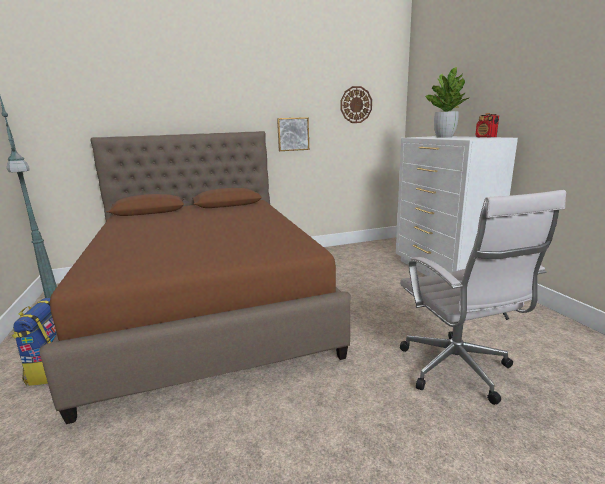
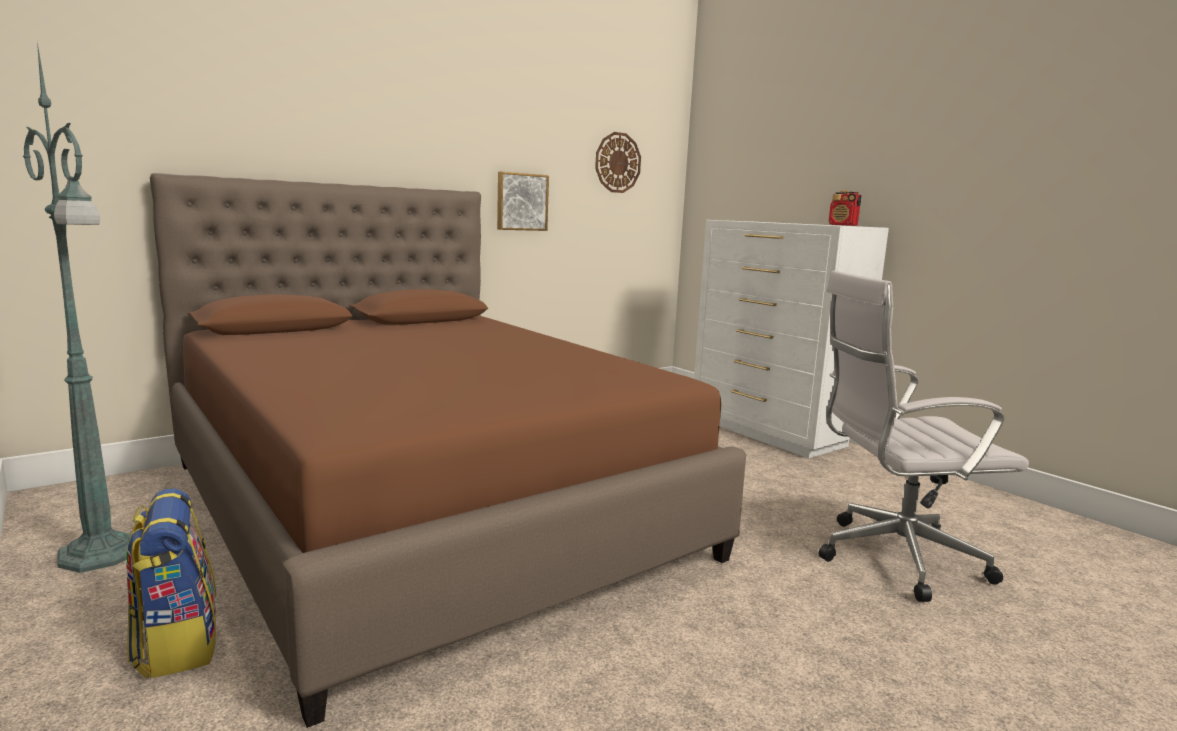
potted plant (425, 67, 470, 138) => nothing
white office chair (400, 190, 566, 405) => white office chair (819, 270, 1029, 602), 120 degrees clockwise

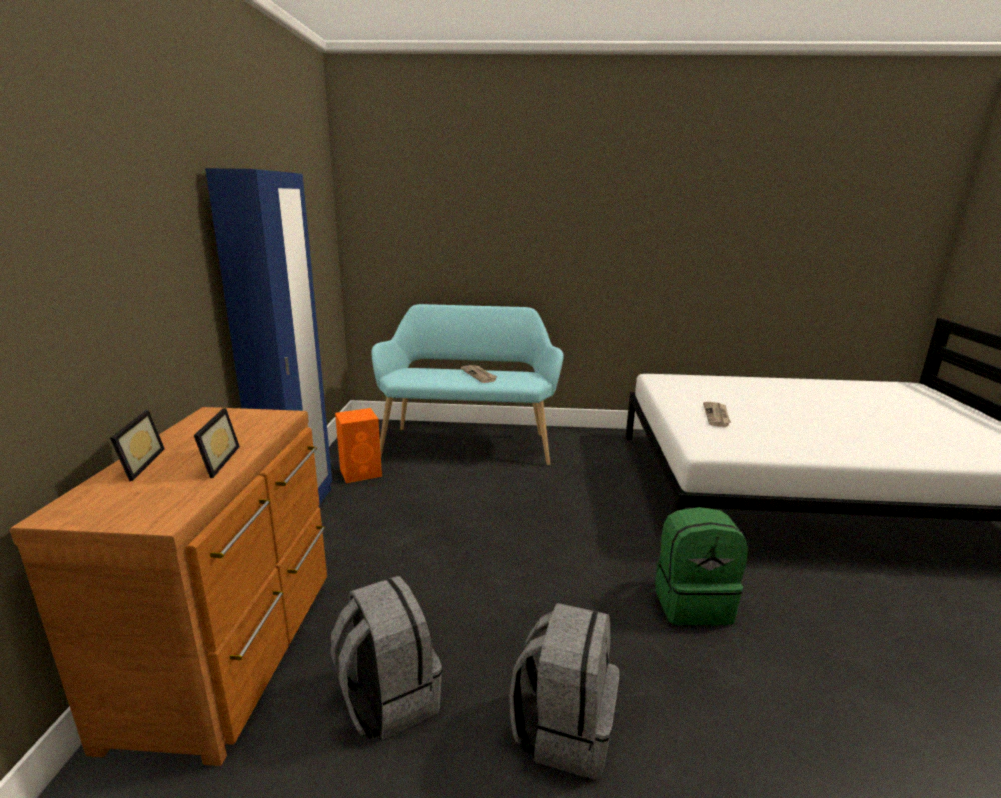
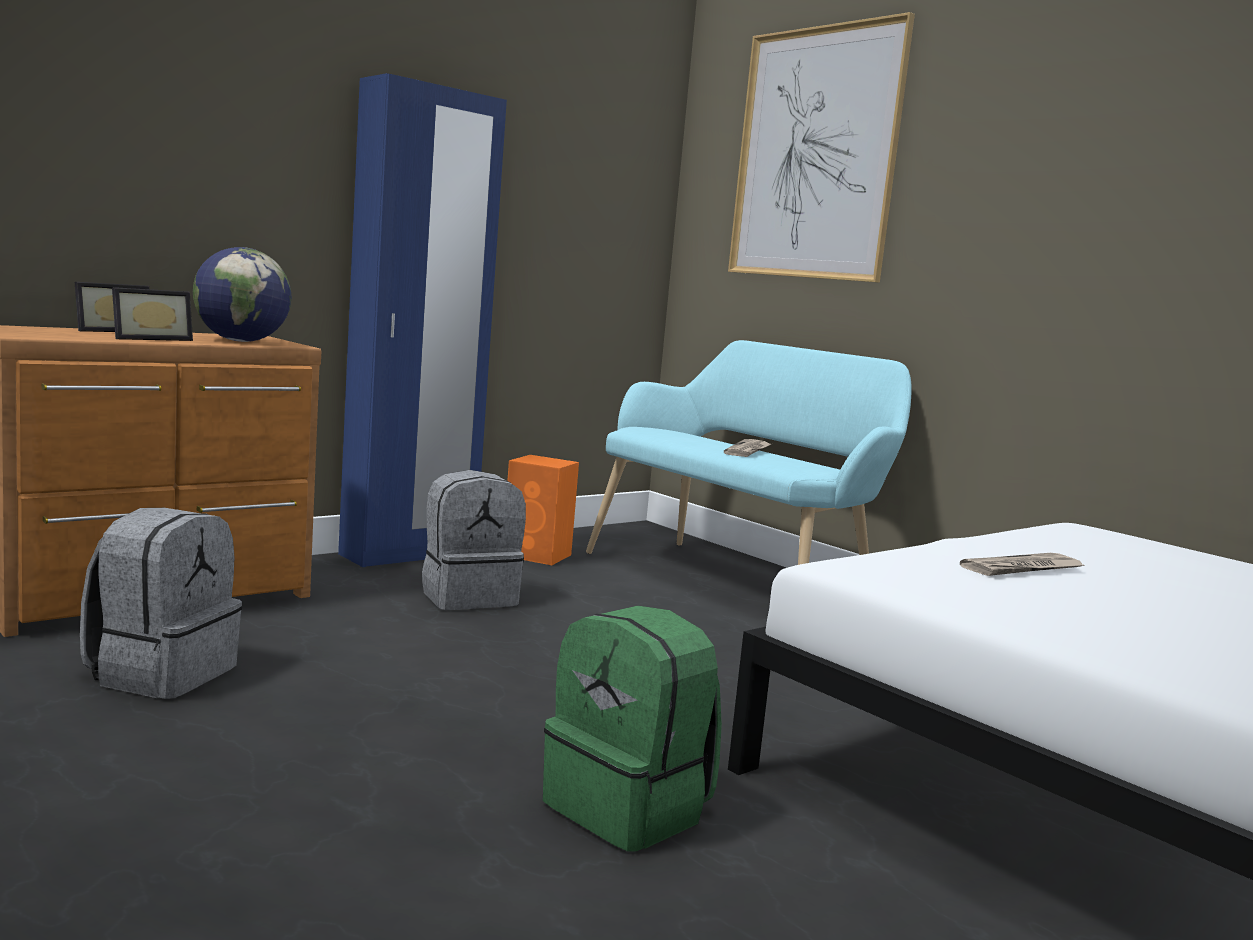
grey backpack (509, 603, 619, 779) => grey backpack (422, 470, 526, 610), relocated
nothing => picture (728, 12, 915, 283)
nothing => globe (193, 247, 291, 342)

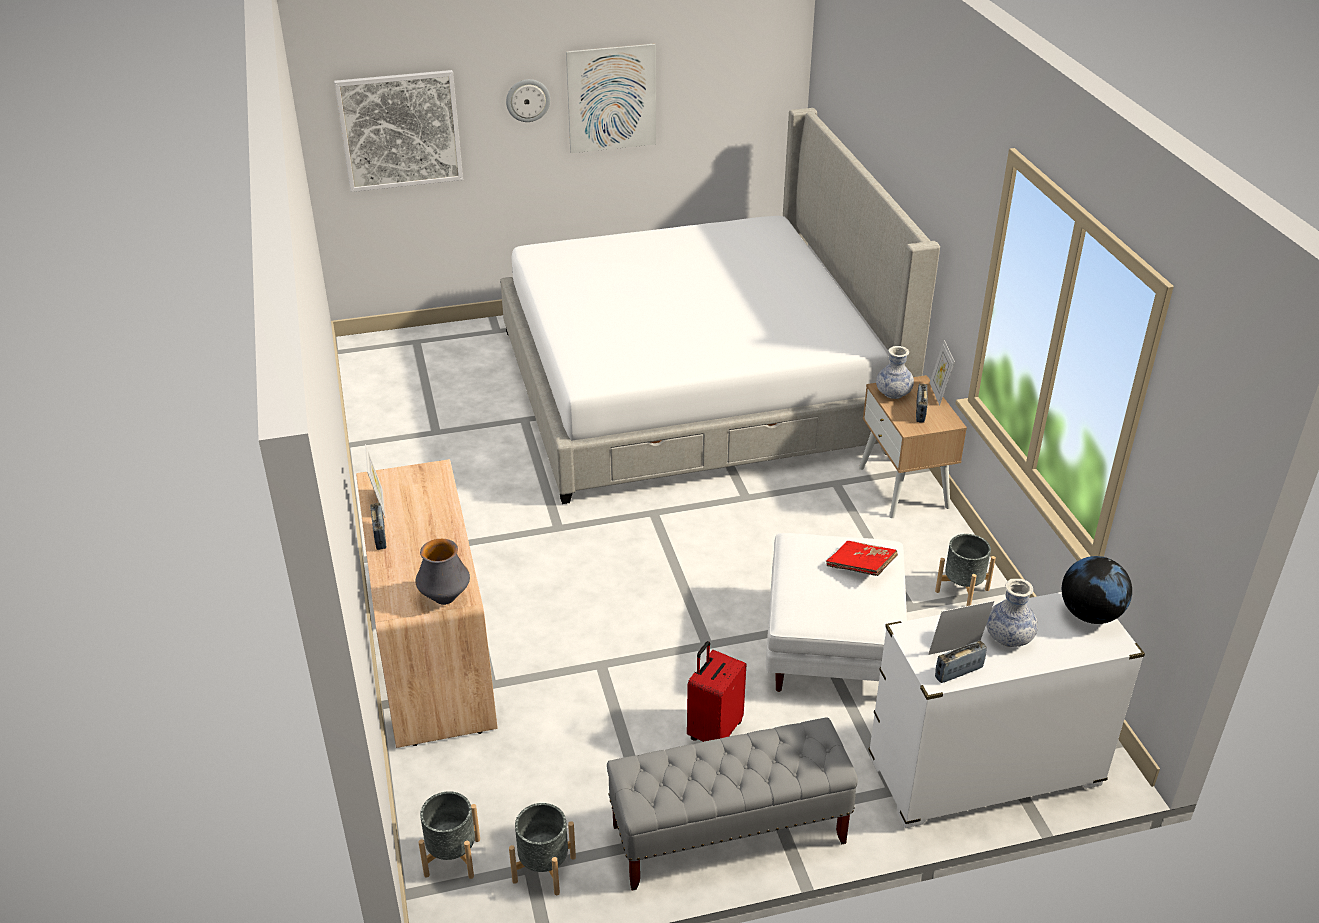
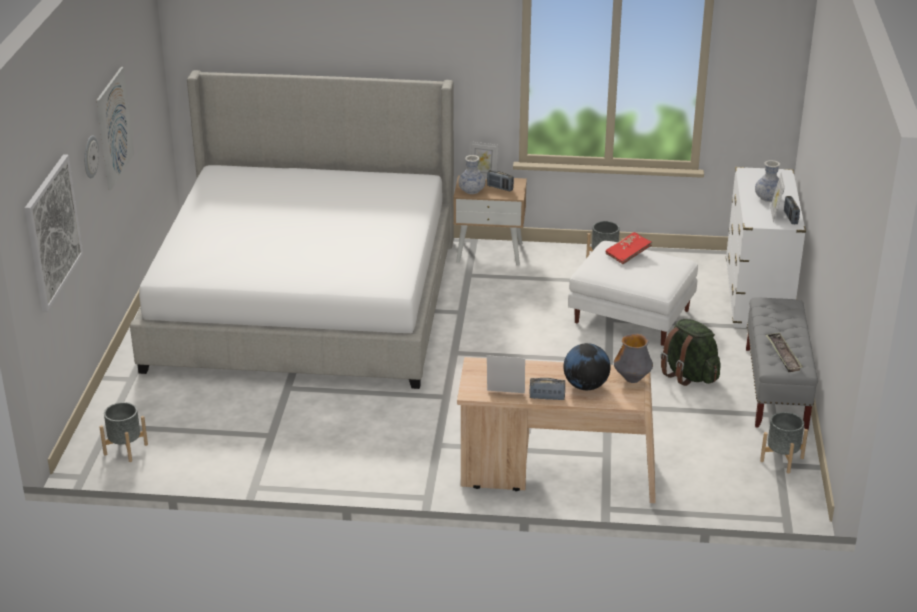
globe (1062, 556, 1132, 624) => globe (563, 343, 611, 390), relocated
red suitcase (687, 641, 746, 742) => green backpack (660, 319, 721, 386)
grey planter (418, 791, 480, 879) => grey planter (99, 402, 148, 462), relocated
nothing => tray (766, 332, 803, 372)

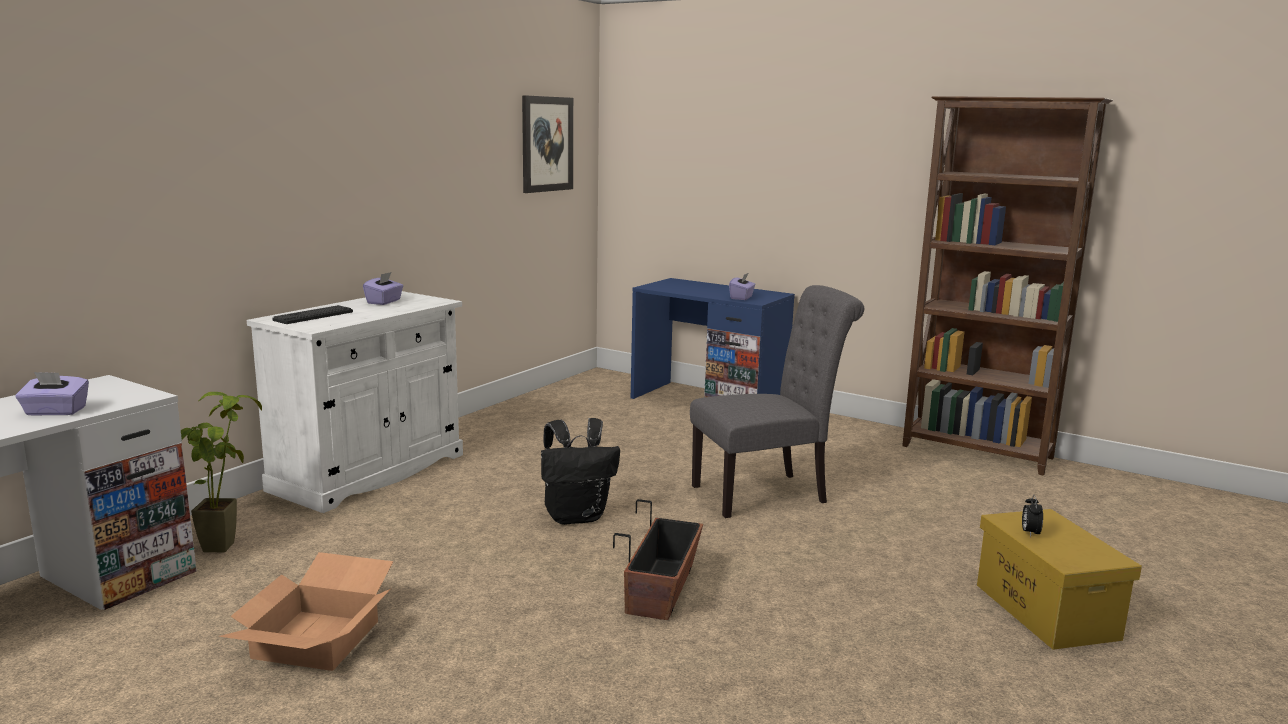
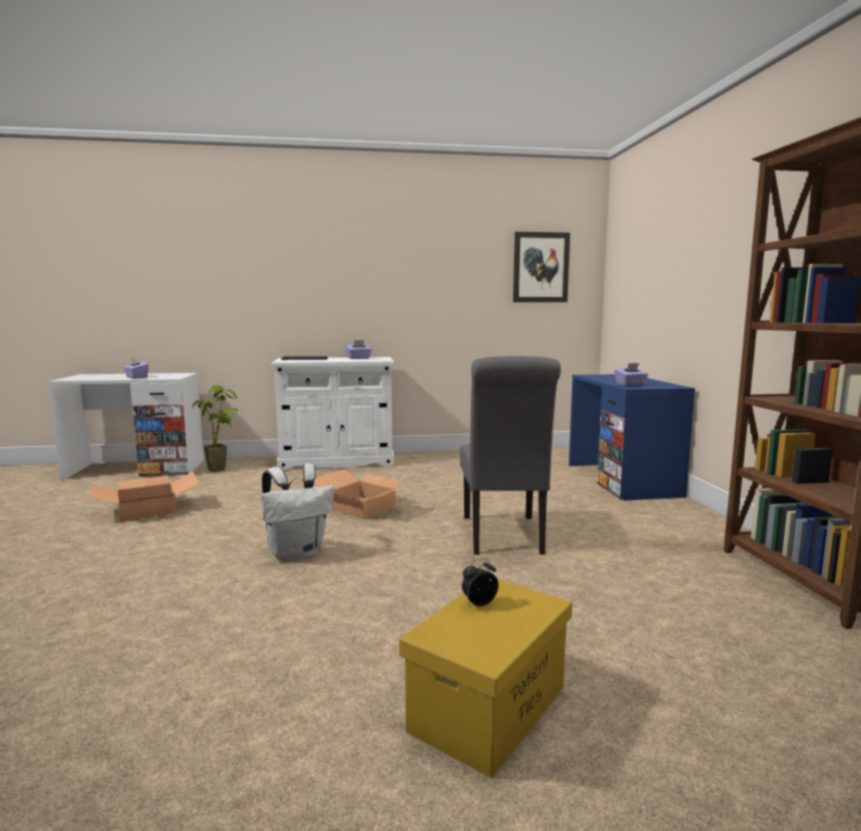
grey chair (690, 285, 864, 518) => grey chair (460, 356, 561, 554), 60 degrees clockwise
black backpack (541, 418, 620, 525) => cardboard box (314, 469, 411, 519)
planter (613, 499, 703, 620) => white backpack (262, 463, 334, 561)

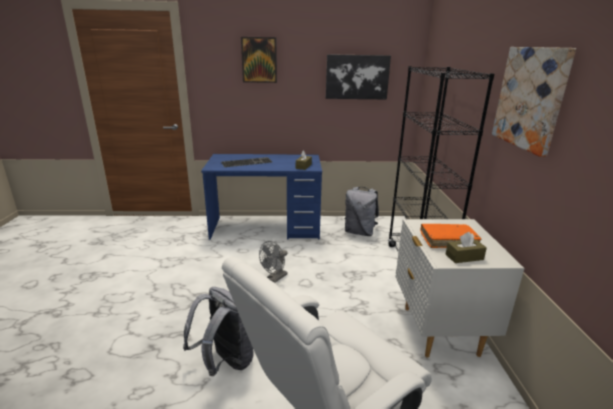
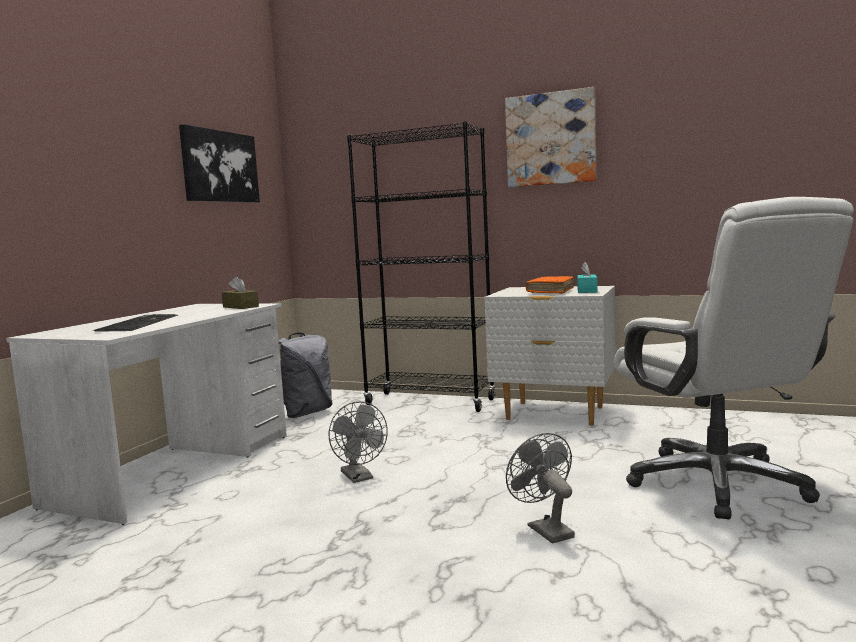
picture (241, 37, 277, 83) => nothing
blue desk (201, 154, 322, 240) => white desk (6, 303, 287, 525)
brown tissue box (445, 232, 487, 263) => turquoise tissue box (577, 262, 598, 293)
grey backpack (183, 287, 254, 376) => grey fan (506, 433, 575, 544)

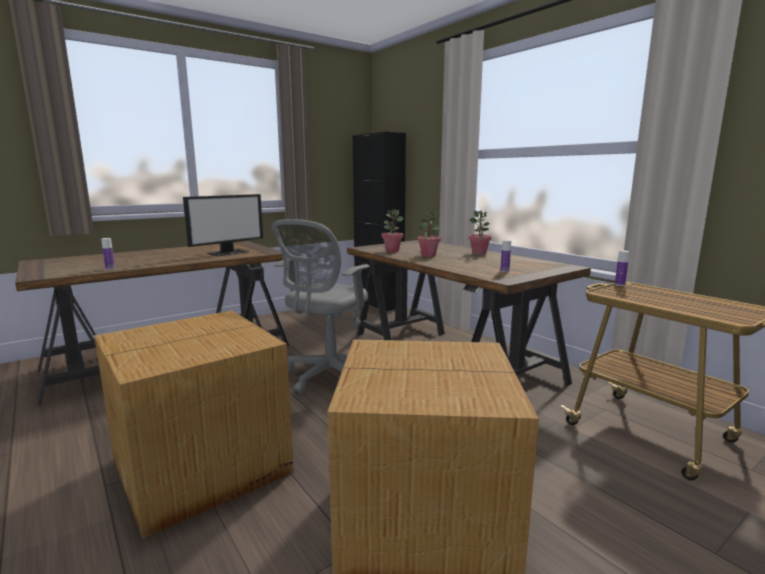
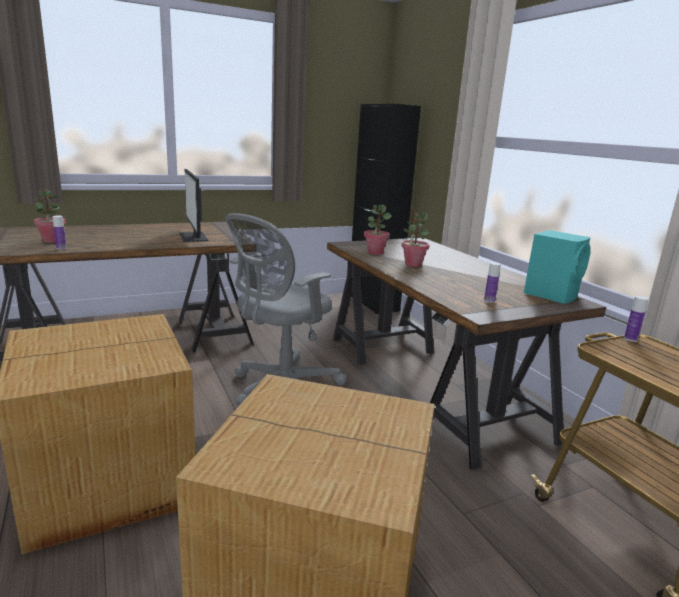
monitor (183, 194, 263, 256) => monitor (179, 169, 208, 242), 105 degrees clockwise
potted plant (468, 210, 492, 255) => potted plant (34, 189, 66, 243), relocated
nothing => turquoise speaker (524, 230, 591, 304)

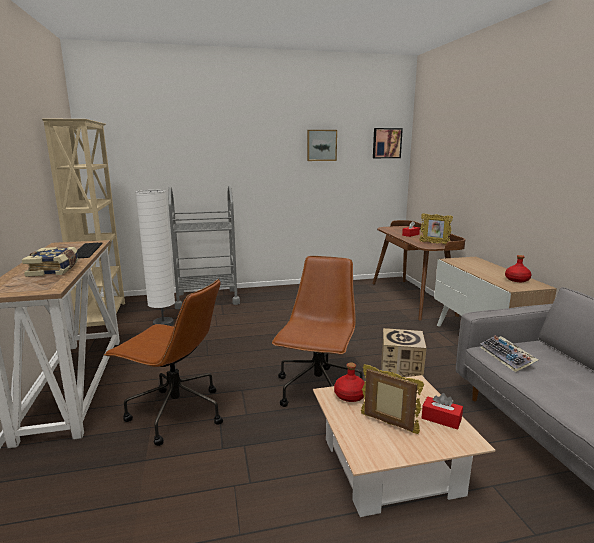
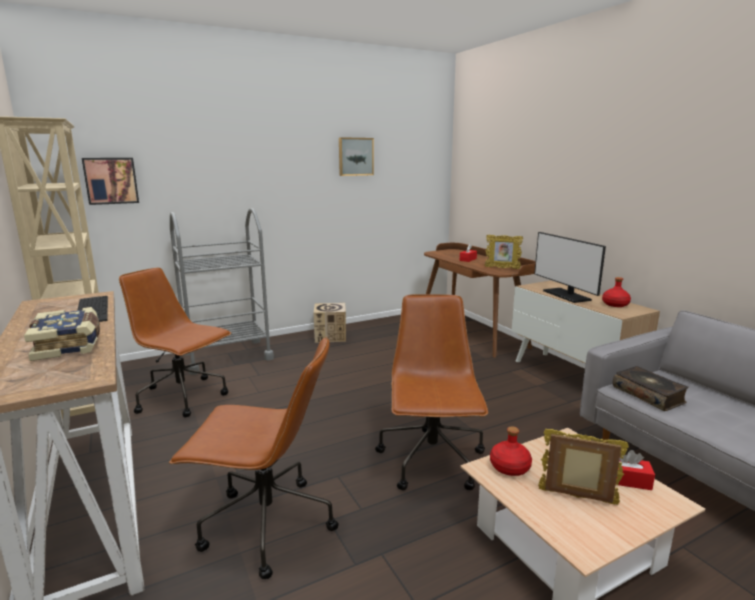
picture (373, 128, 403, 158) => picture (82, 158, 139, 205), relocated
white floor lamp (136, 190, 175, 326) => brown office chair (119, 268, 231, 417)
cardboard box (381, 328, 427, 378) => cardboard box (314, 303, 346, 343), relocated
keyboard (480, 335, 539, 372) => book (613, 366, 688, 411)
nothing => monitor (534, 232, 606, 303)

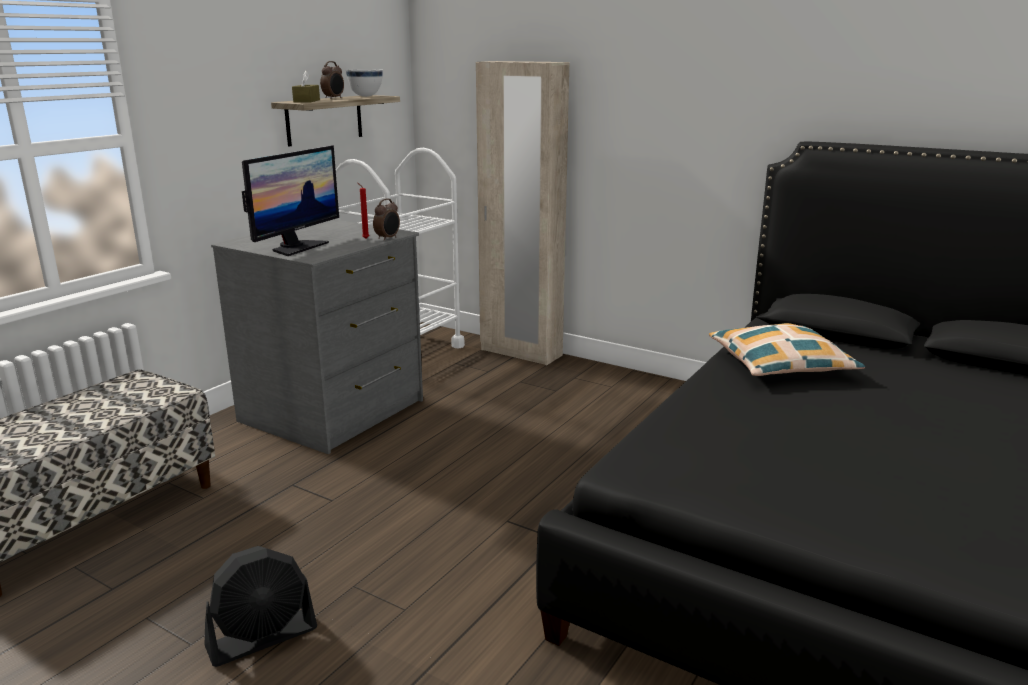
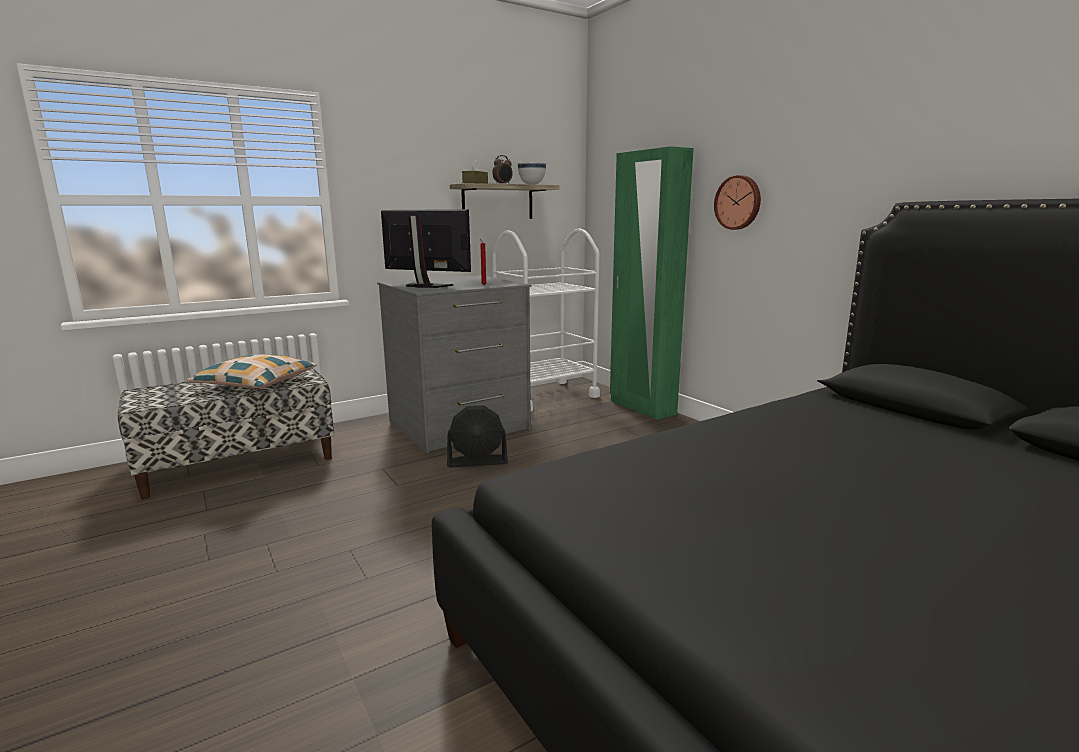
beige wardrobe (476, 61, 569, 365) => green wardrobe (610, 146, 694, 420)
monitor (242, 146, 339, 256) => monitor (381, 209, 471, 288), 120 degrees counterclockwise
alarm clock (373, 199, 400, 241) => nothing
pillow (709, 323, 865, 376) => pillow (187, 354, 317, 388), relocated
black fan (205, 546, 317, 667) => black fan (447, 405, 508, 468), relocated
nothing => wall clock (714, 175, 761, 230)

